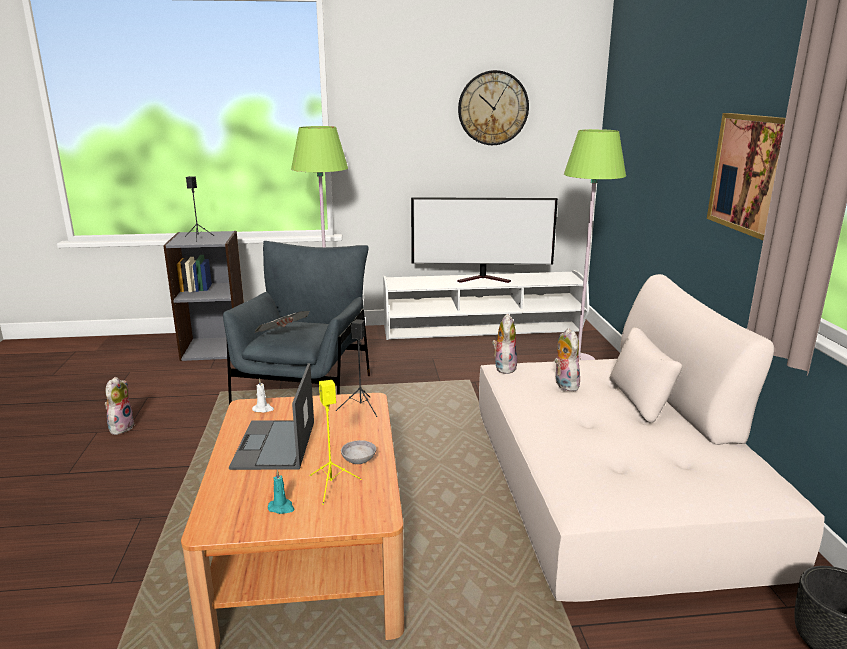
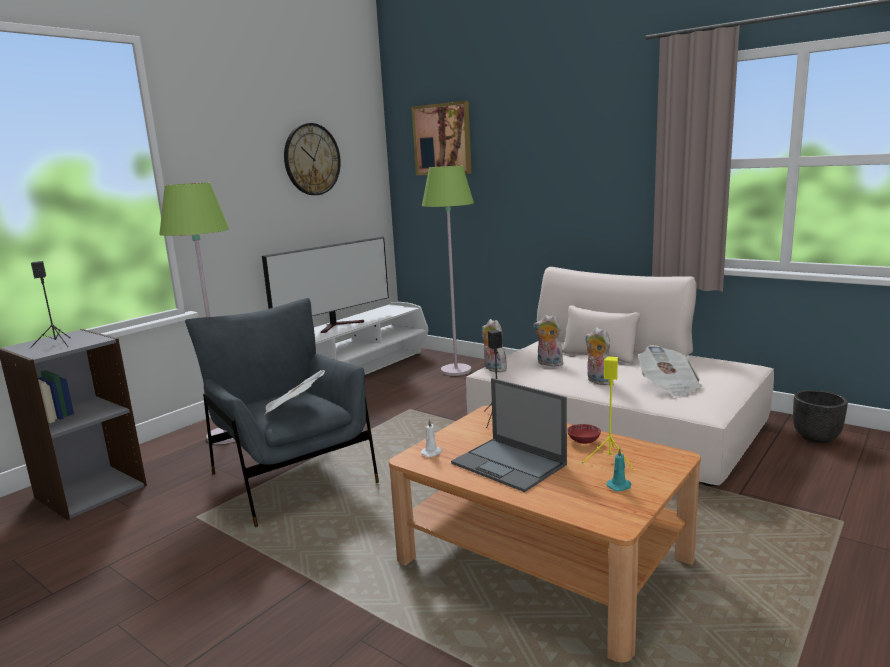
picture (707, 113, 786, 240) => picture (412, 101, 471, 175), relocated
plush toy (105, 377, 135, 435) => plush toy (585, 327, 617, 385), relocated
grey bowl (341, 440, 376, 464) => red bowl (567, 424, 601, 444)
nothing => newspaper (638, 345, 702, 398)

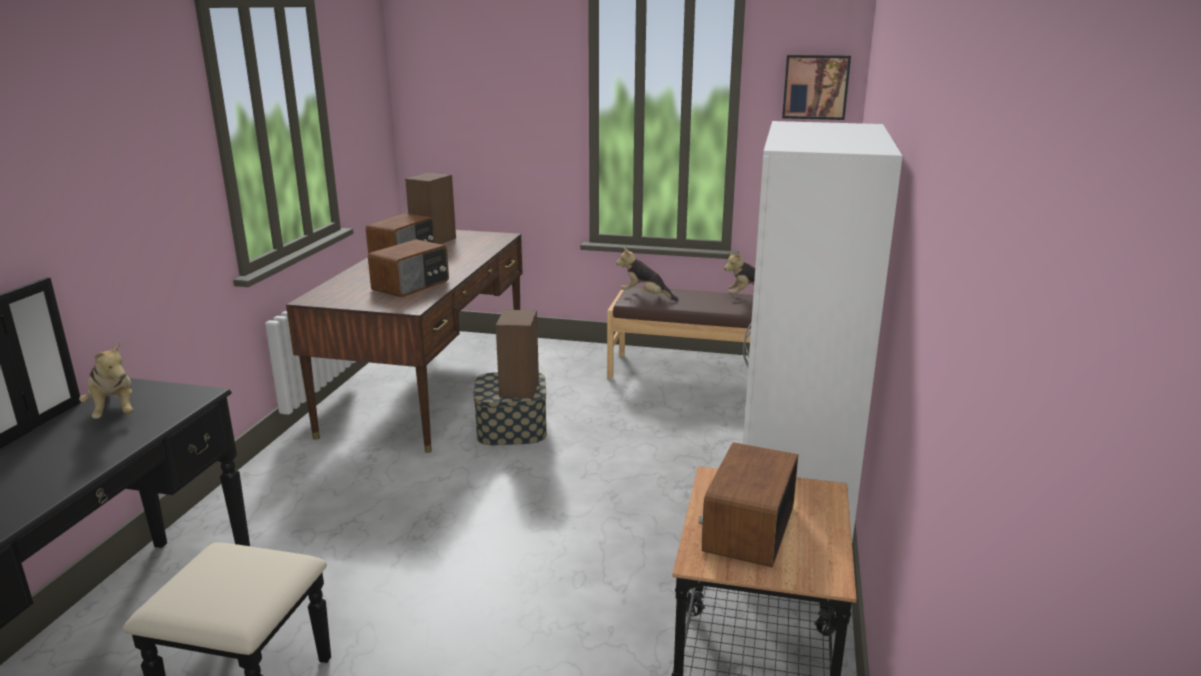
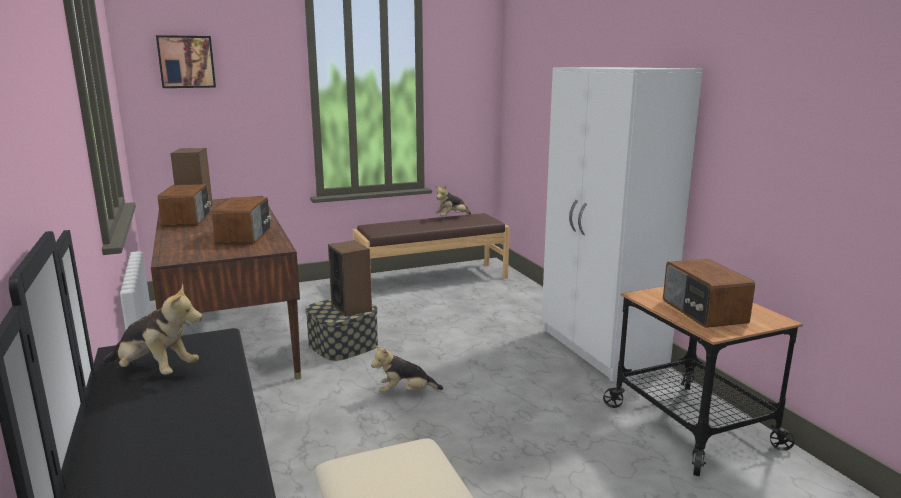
picture (782, 55, 851, 120) => picture (156, 35, 216, 88), relocated
plush toy (616, 247, 679, 301) => plush toy (371, 345, 443, 393), relocated

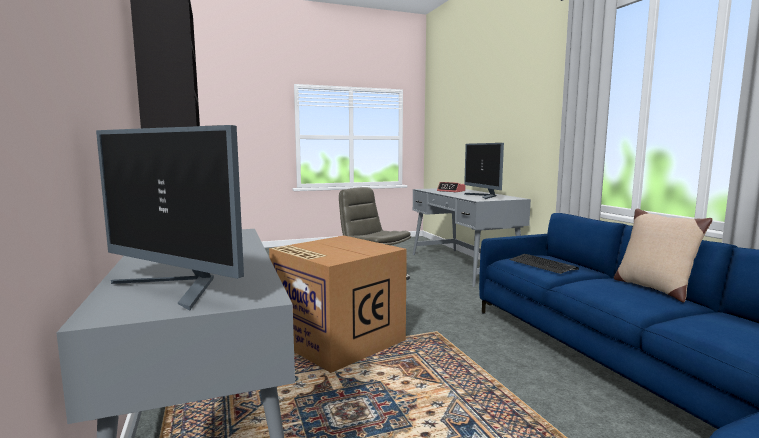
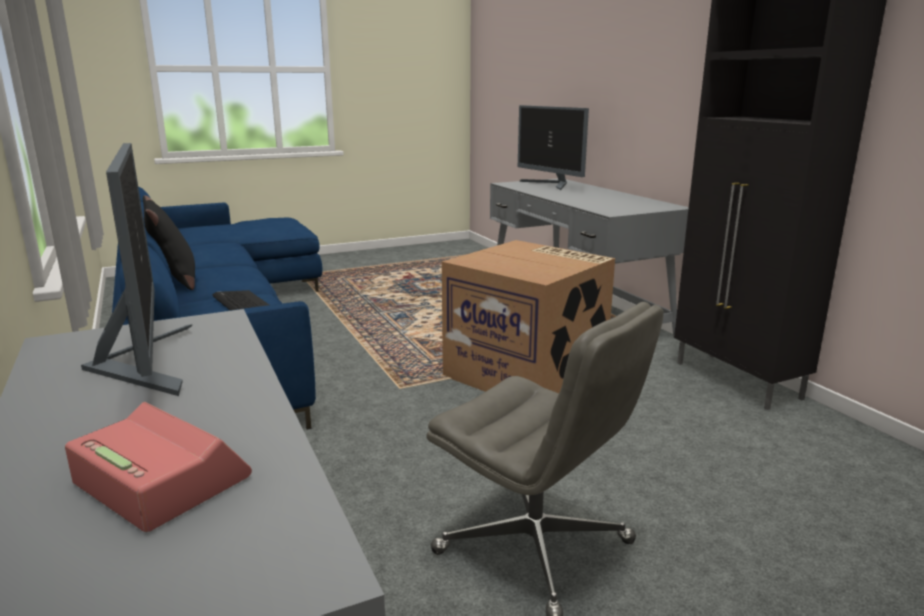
monitor (96, 125, 244, 311) => monitor (518, 105, 589, 190), 150 degrees counterclockwise
beige pillow (614, 208, 712, 303) => black pillow (143, 195, 195, 290)

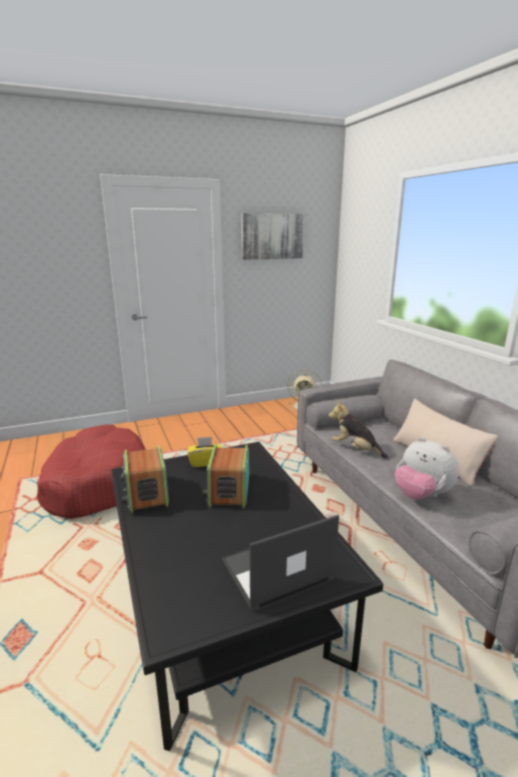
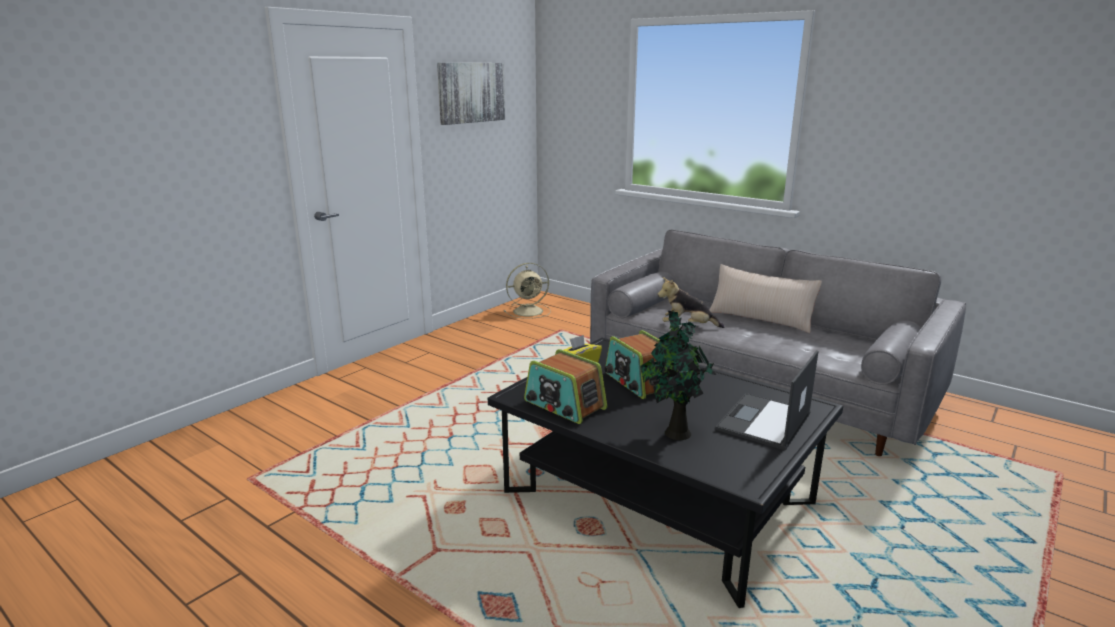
red dog bed (37, 424, 146, 519) => nothing
plush toy (395, 437, 459, 499) => nothing
nothing => potted plant (640, 309, 716, 440)

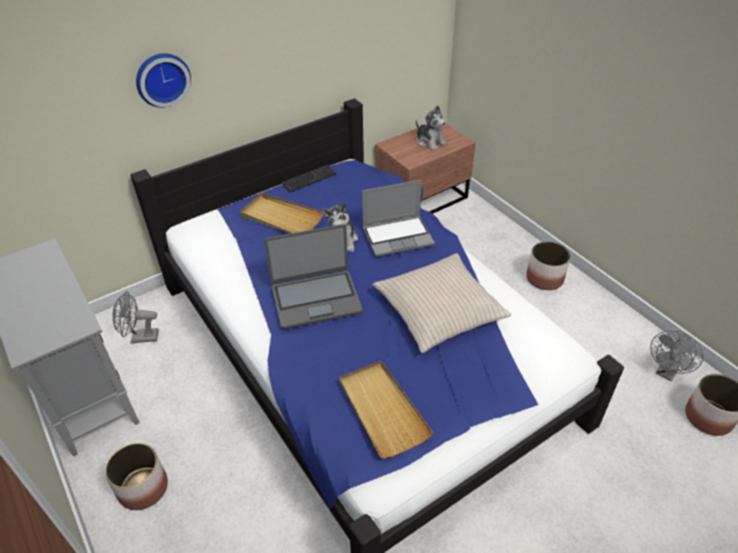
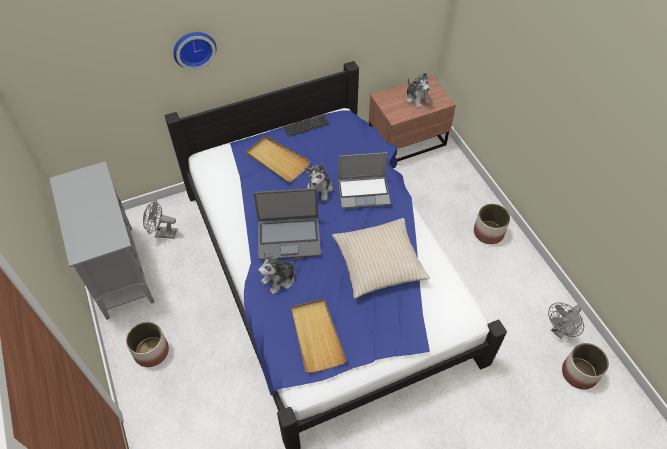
nothing => plush toy (258, 251, 297, 295)

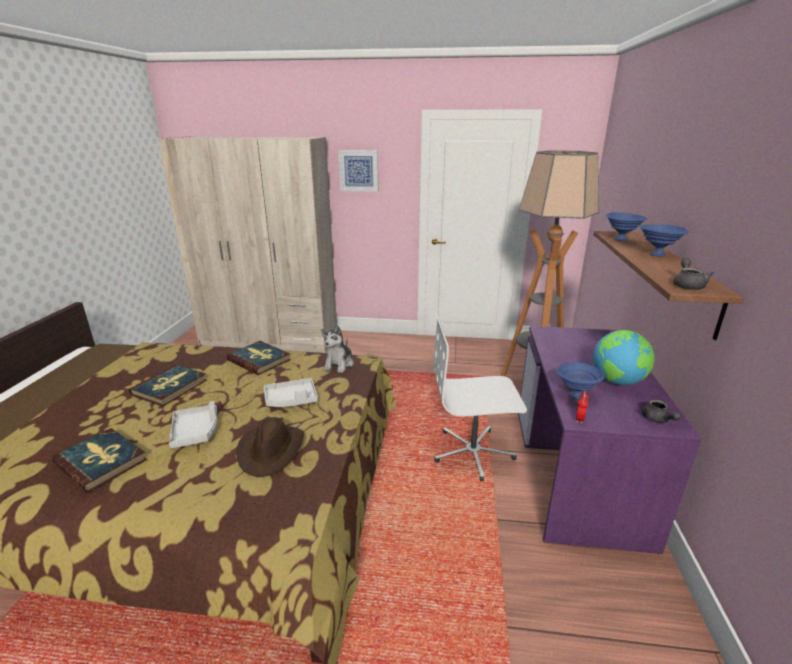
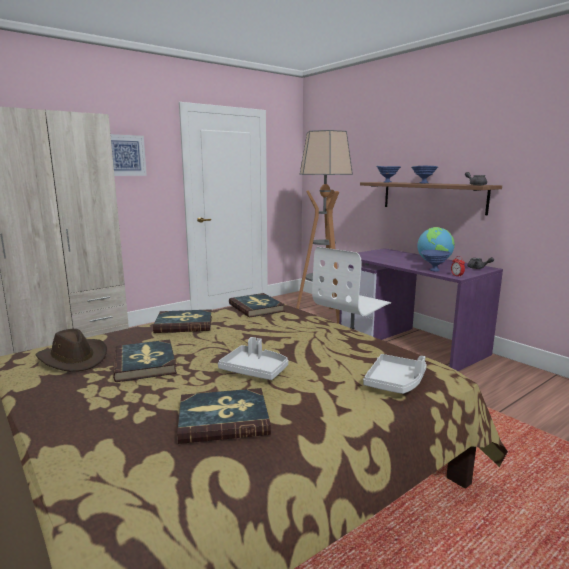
plush toy (321, 325, 354, 373) => book (229, 293, 285, 318)
grey tray (264, 378, 318, 407) => grey tray (363, 354, 427, 394), relocated
brown hat (236, 417, 304, 477) => brown hat (36, 329, 107, 371), relocated

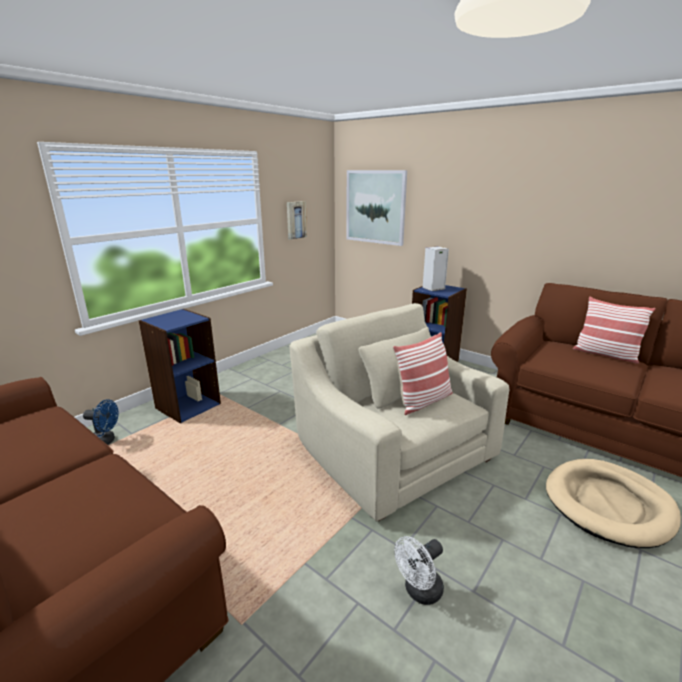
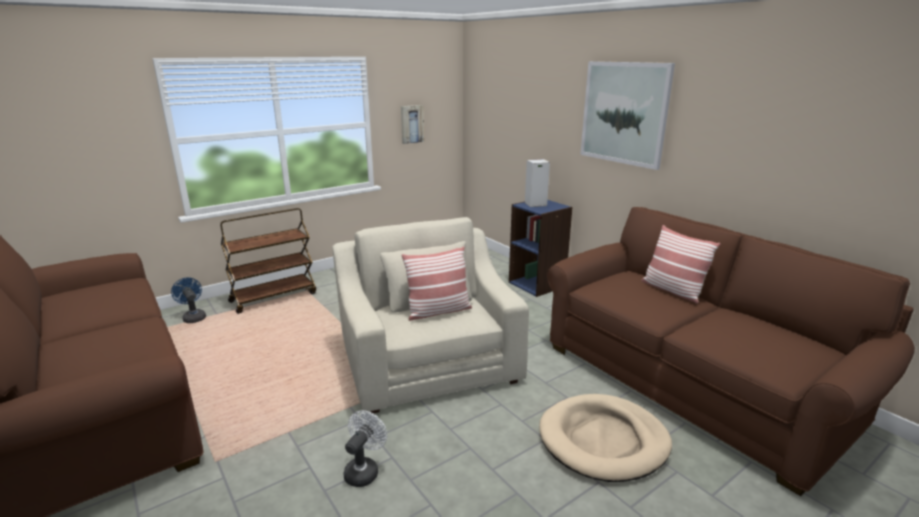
picture (346, 170, 407, 246) => picture (580, 61, 675, 170), relocated
blue bookcase (139, 309, 221, 423) => brown cart (220, 208, 316, 314)
blue fan (83, 399, 119, 445) => blue fan (171, 277, 206, 323), 150 degrees counterclockwise
white fan (394, 536, 444, 605) => white fan (344, 411, 387, 487), 135 degrees clockwise

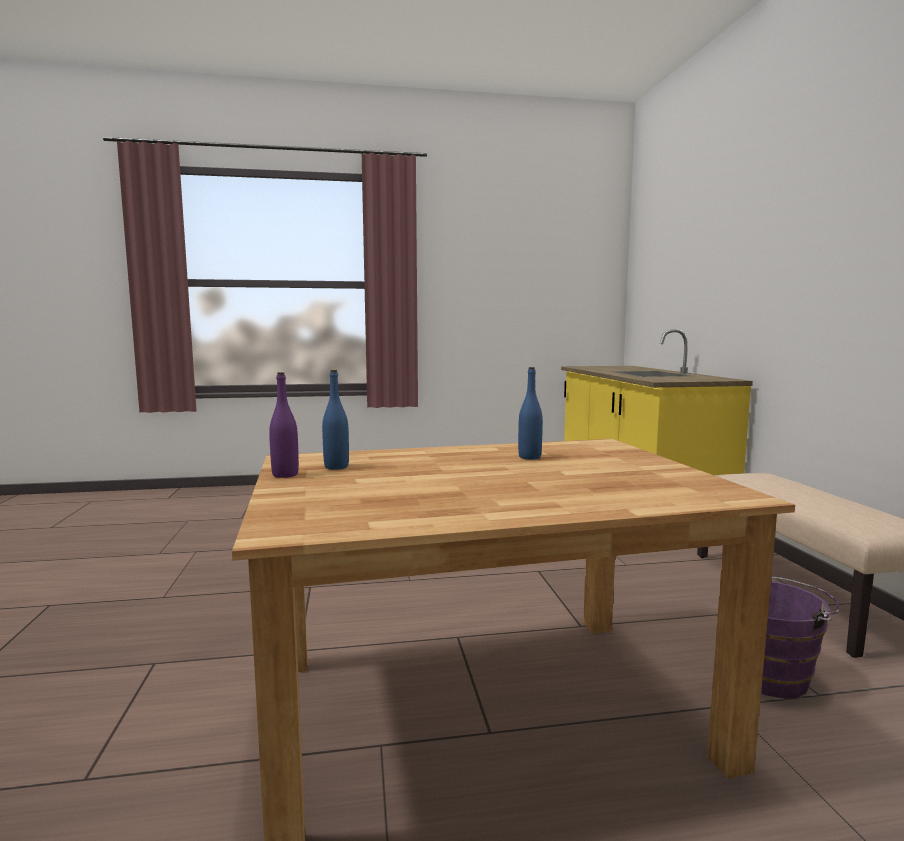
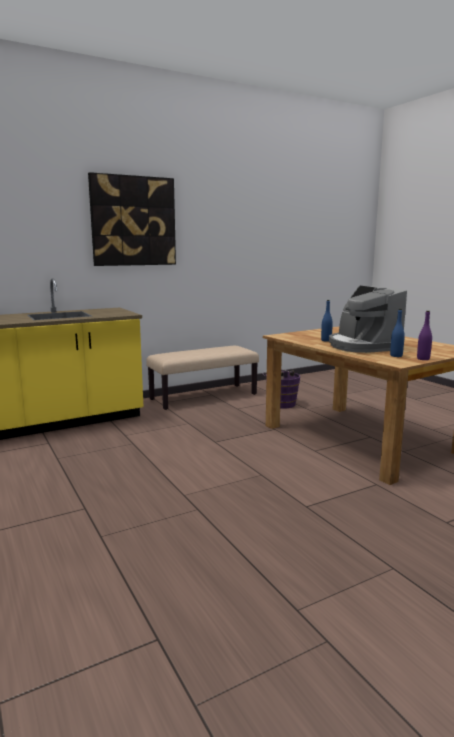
nothing => picture (88, 172, 176, 266)
nothing => coffee machine (329, 285, 407, 353)

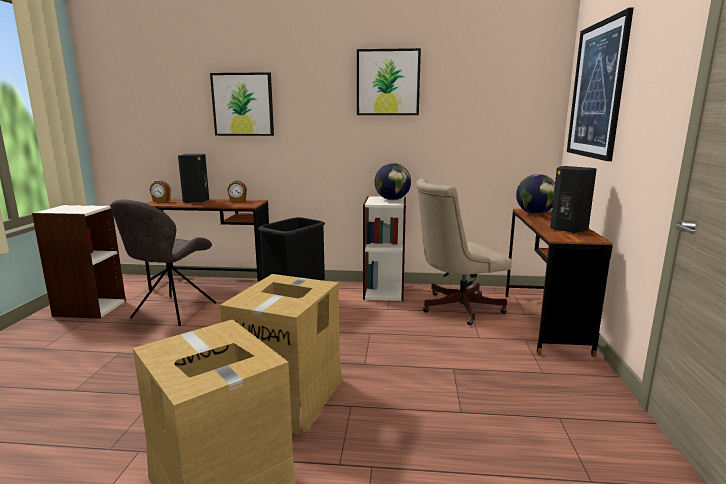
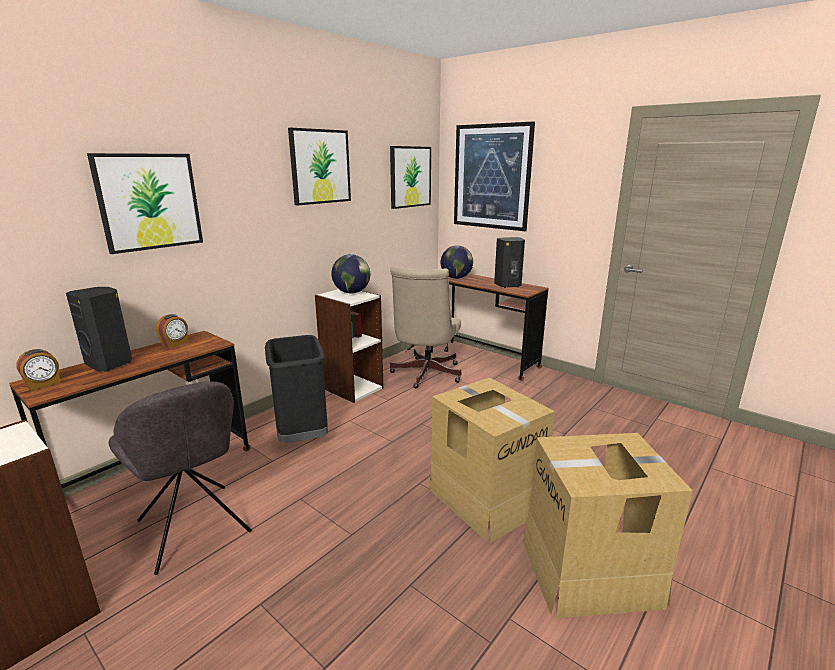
nothing => picture (390, 146, 431, 209)

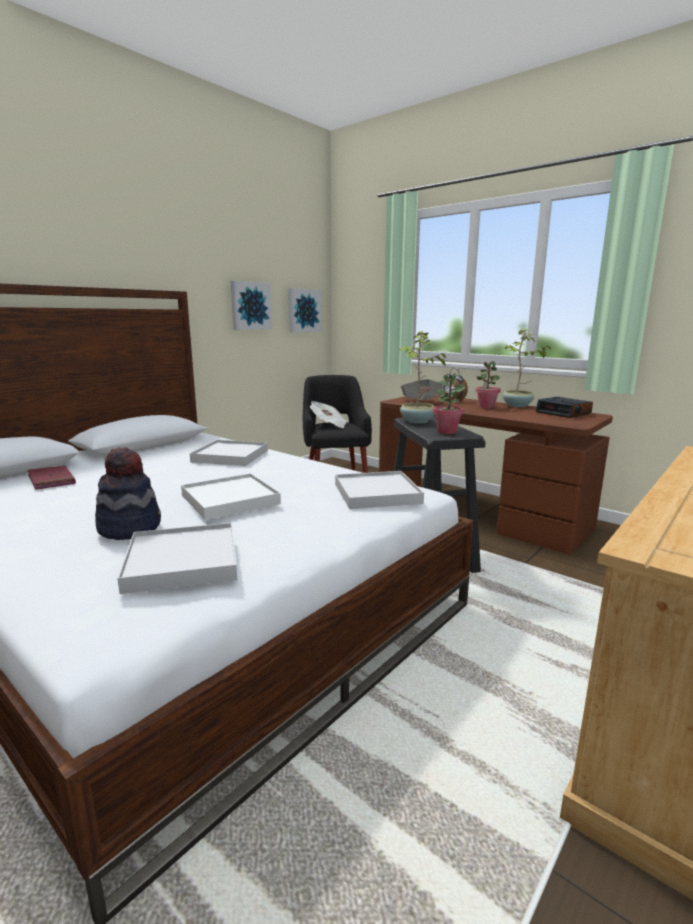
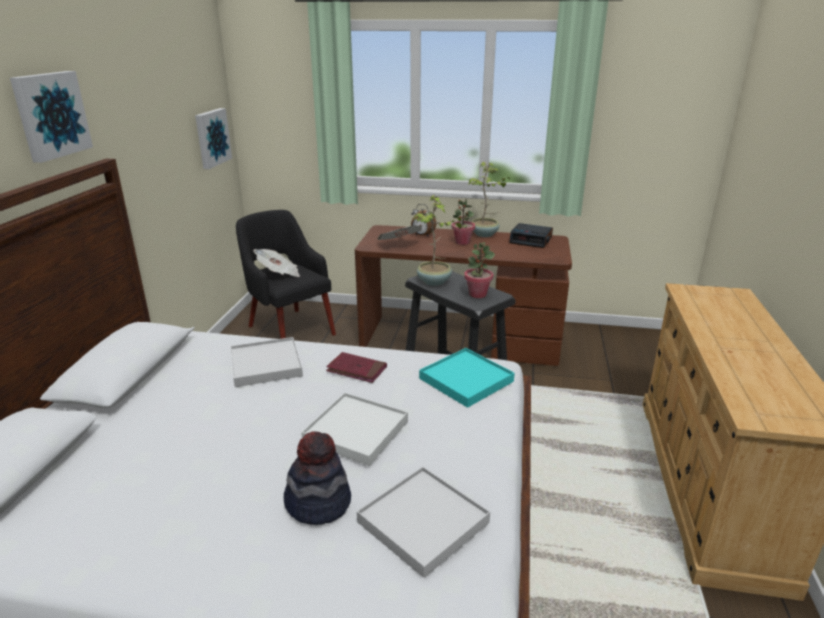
picture (231, 281, 272, 330) => picture (10, 71, 93, 163), relocated
red book (28, 465, 76, 490) => red book (326, 352, 387, 383), relocated
white tray (335, 471, 424, 509) => turquoise tray (419, 348, 515, 408)

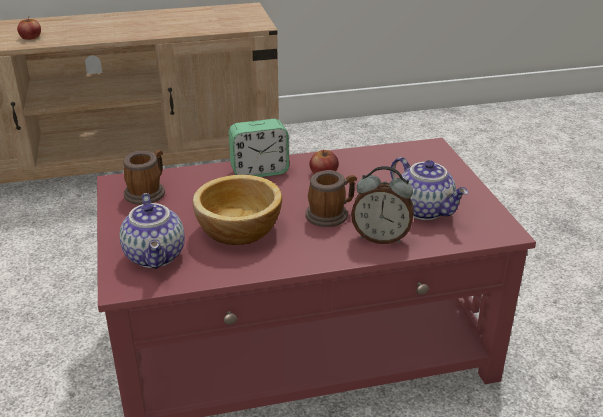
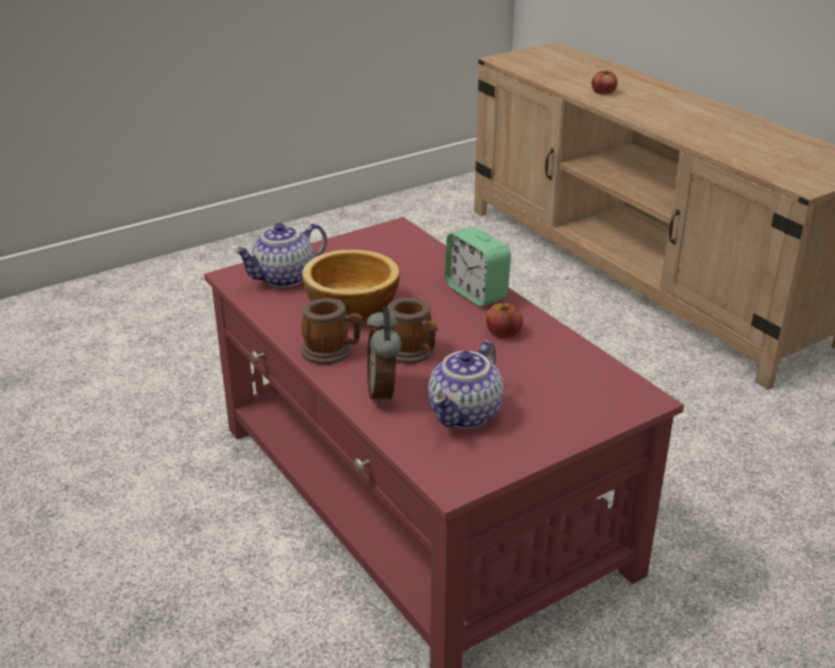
mug (124, 150, 165, 205) => mug (301, 298, 362, 365), relocated

